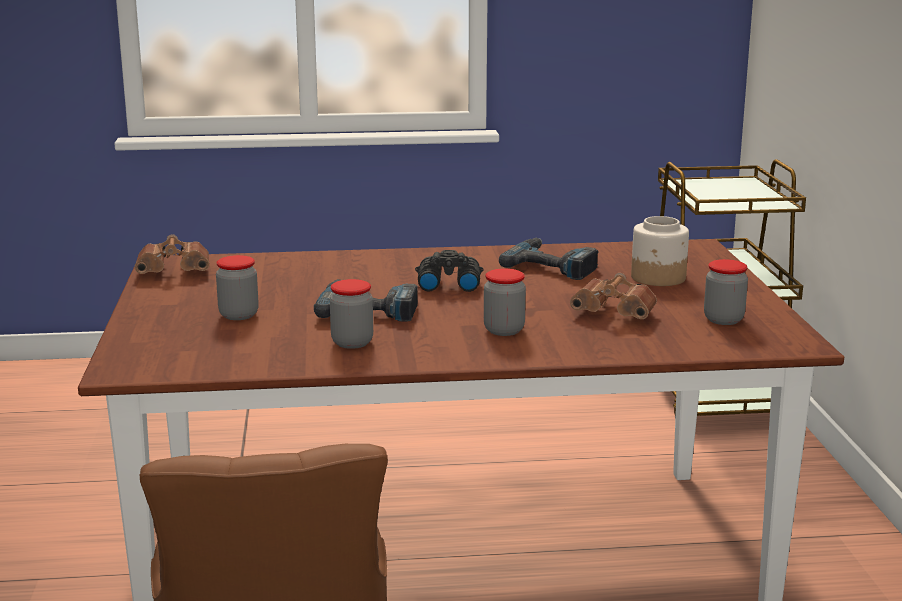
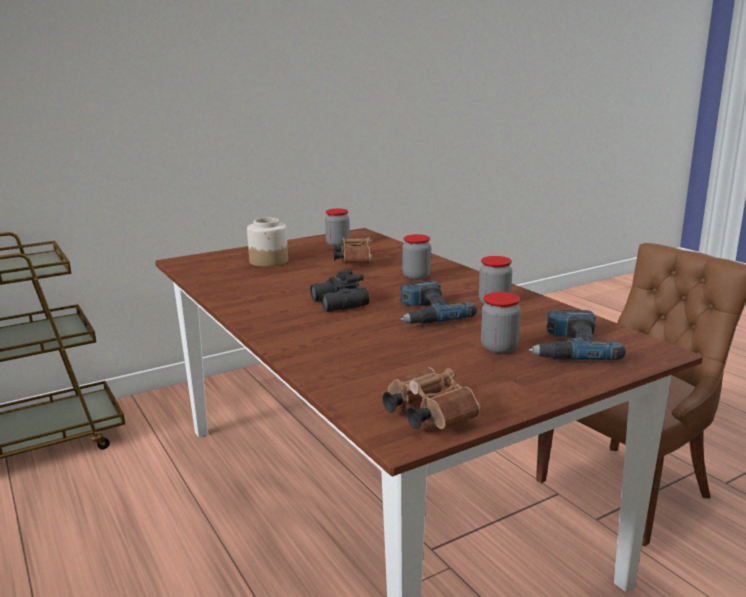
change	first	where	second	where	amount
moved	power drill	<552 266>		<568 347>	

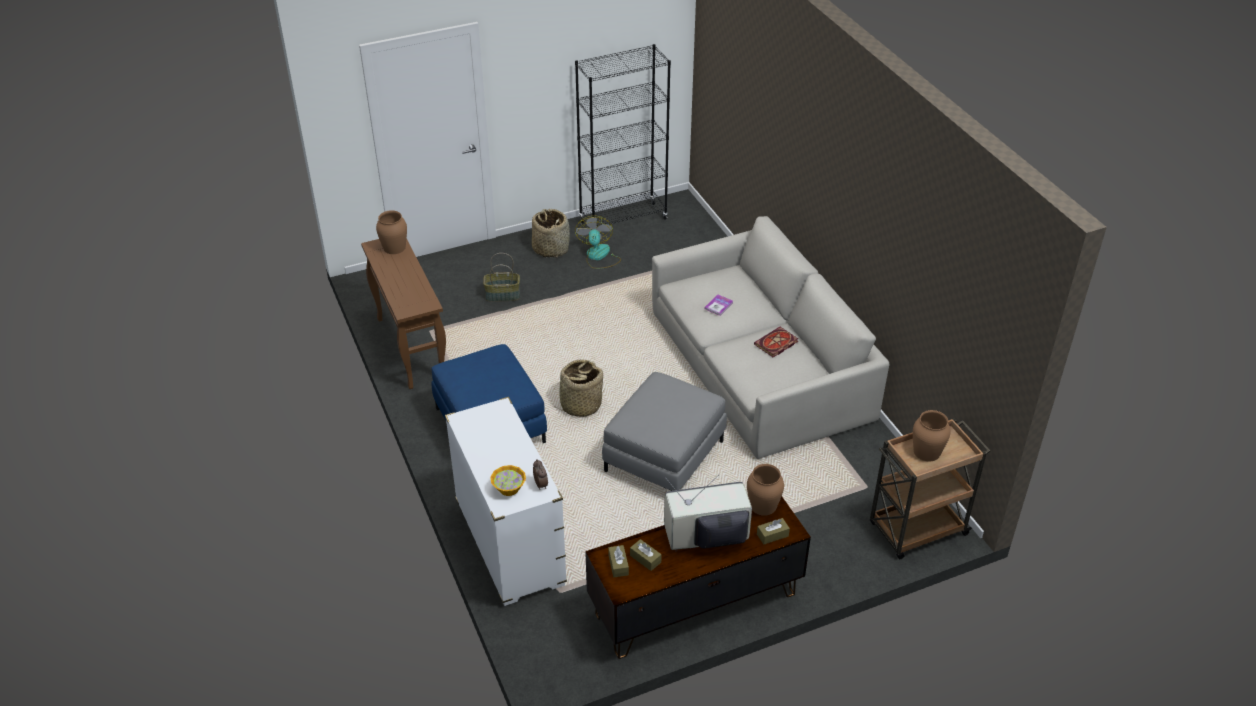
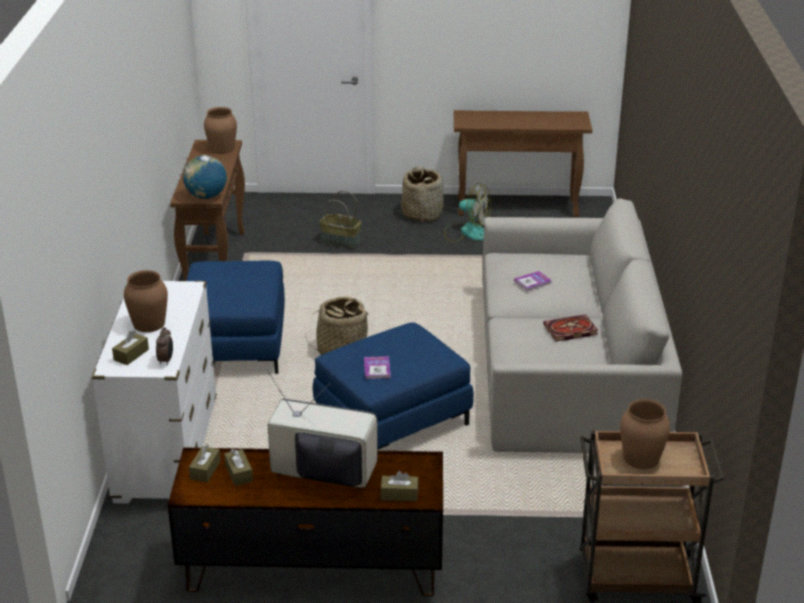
change	first	where	second	where	amount
added			world globe	<206 196>	
added			bound book	<377 368>	
moved	brown flower vase	<763 505>		<149 324>	
replaced	deep dish	<508 488>	brown tissue box	<131 355>	
replaced	black bookshelf	<623 220>	brown hall table	<518 207>	
recoloured	gray footrest	<664 456>	bluish footrest	<392 420>	
turned	electric fan	<598 256>		<466 231>	90 degrees clockwise

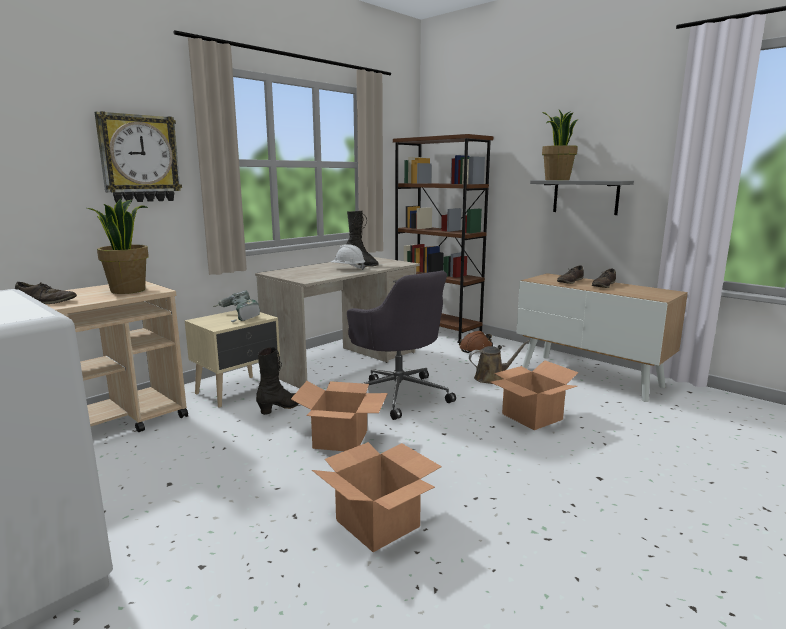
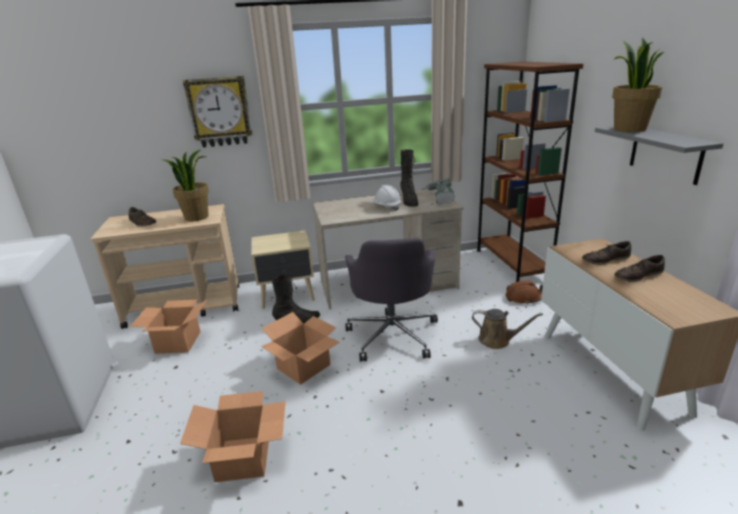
change	first	where	second	where	amount
moved	power drill	<238 316>		<438 199>	
moved	carton	<533 417>		<178 342>	

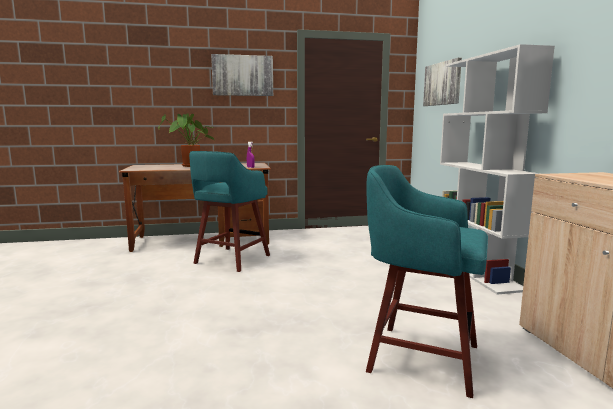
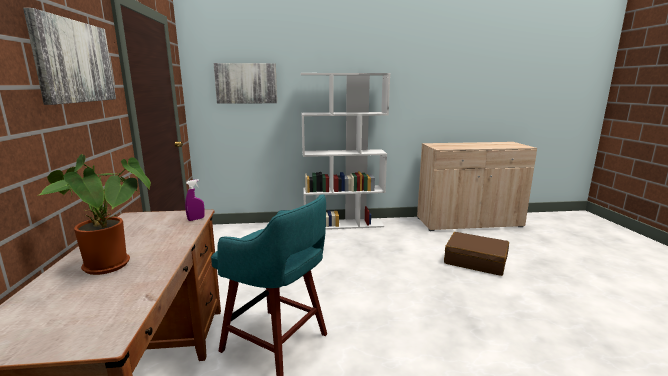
change	first	where	second	where	amount
replaced	turquoise stool	<419 357>	brown suitcase	<475 261>	

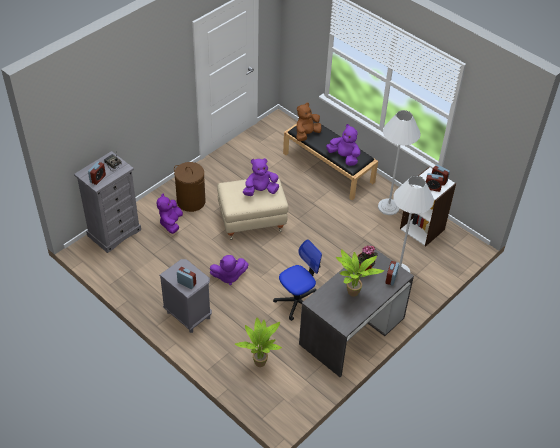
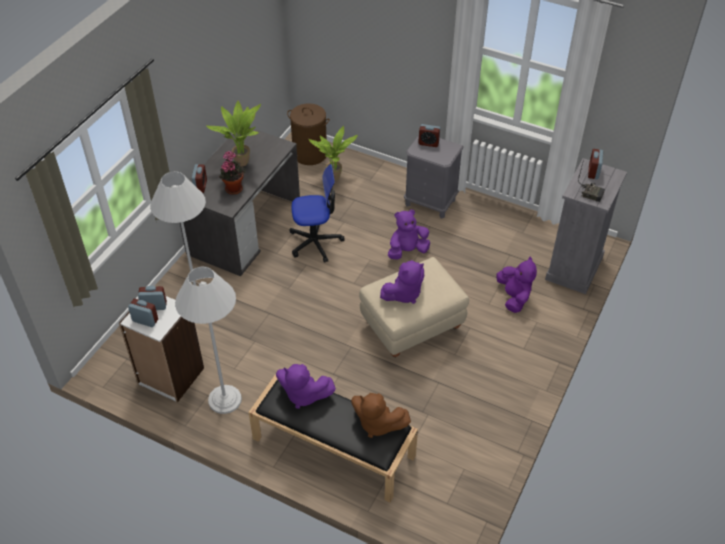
change	first	where	second	where	amount
moved	brown washing basket	<191 201>		<310 154>	
turned	office chair	<297 302>		<315 242>	135 degrees counterclockwise
turned	brown cuddly toy	<306 134>		<377 424>	90 degrees clockwise

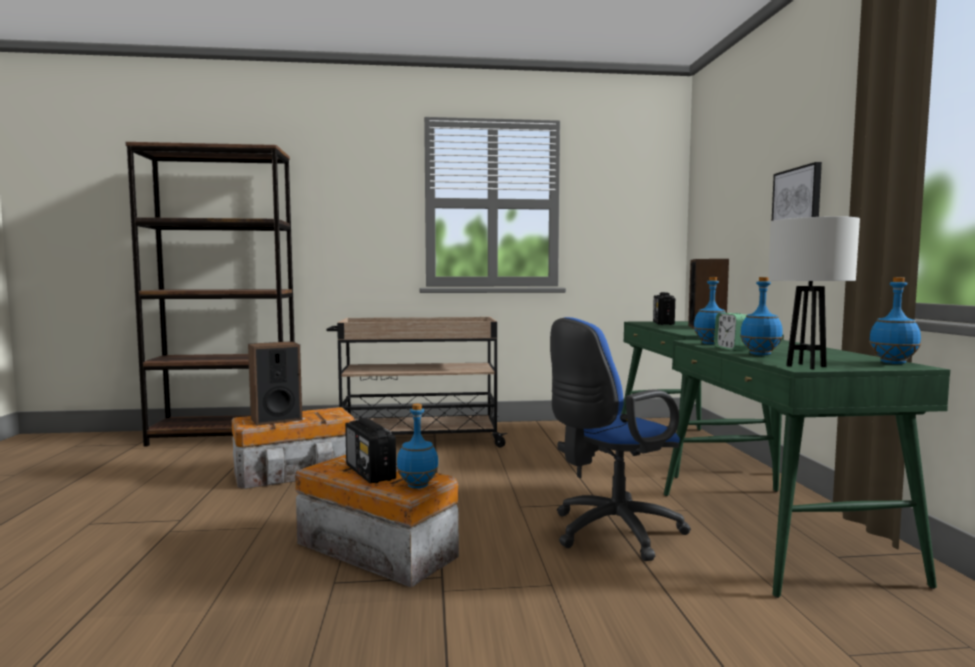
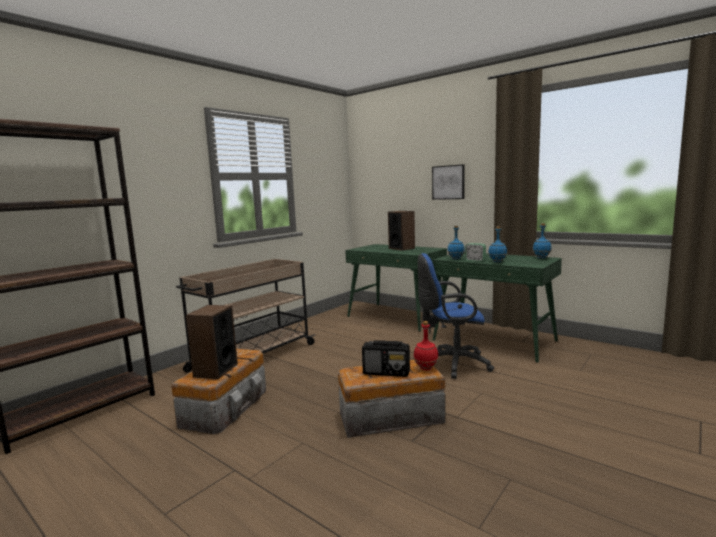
change	first	where	second	where	amount
removed	radio	<663 323>			
removed	white table lamp	<806 366>			
recoloured	bluish beverage bottle	<418 486>	reddish beverage bottle	<426 368>	
turned	bluish office chair	<610 533>		<451 364>	75 degrees clockwise

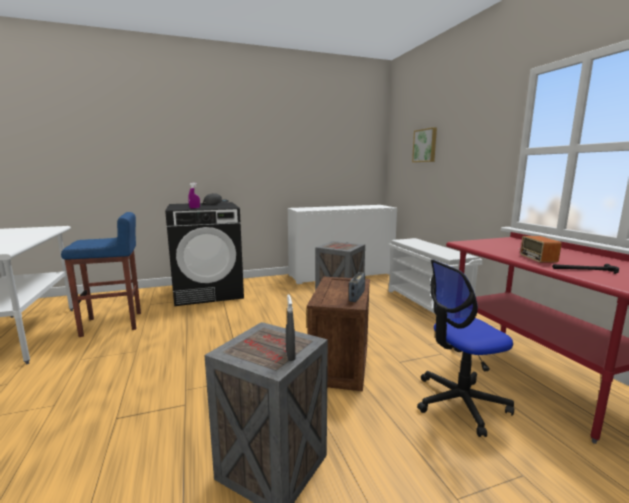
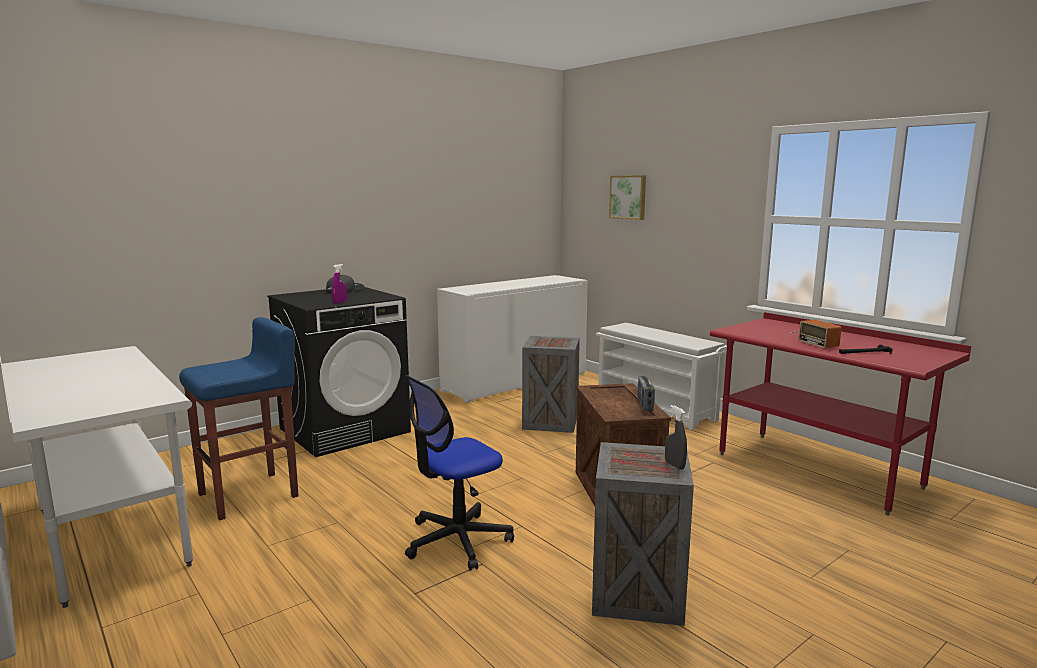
change	first	where	second	where	amount
moved	office chair	<459 403>		<457 540>	

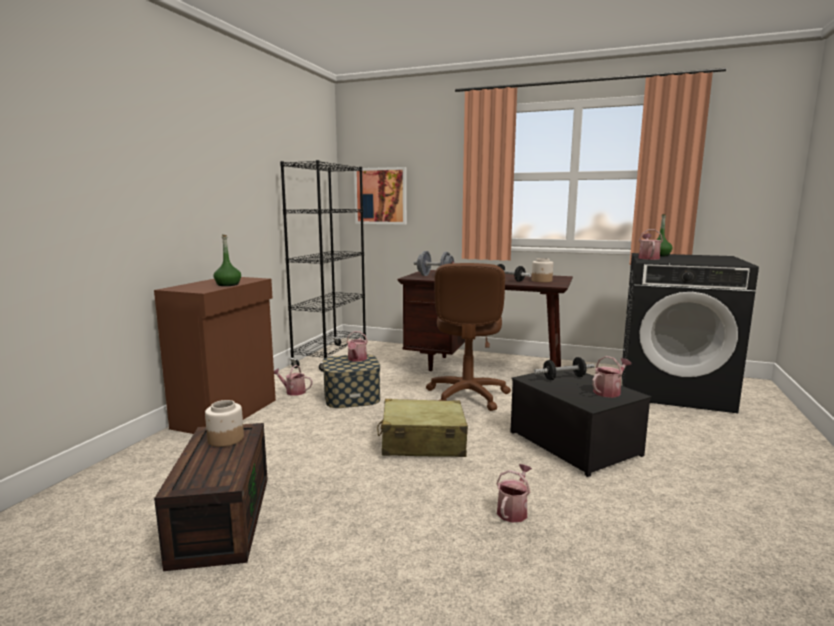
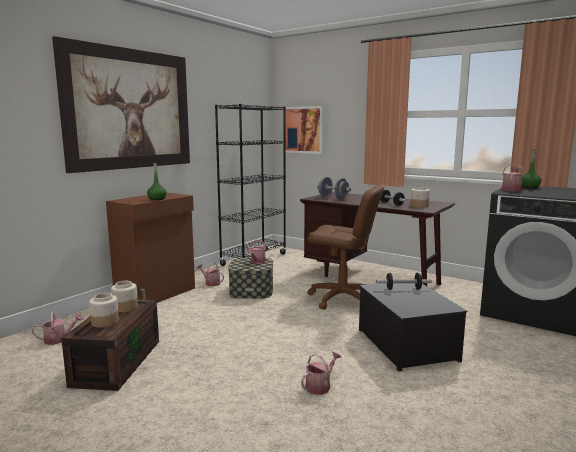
change	first	where	second	where	amount
removed	sand-coloured suitcase	<422 442>			
added			wall picture	<130 109>	
added			preserve jar	<105 322>	
moved	watering pot	<609 391>		<59 339>	
turned	brown office chair	<467 396>		<342 299>	90 degrees counterclockwise

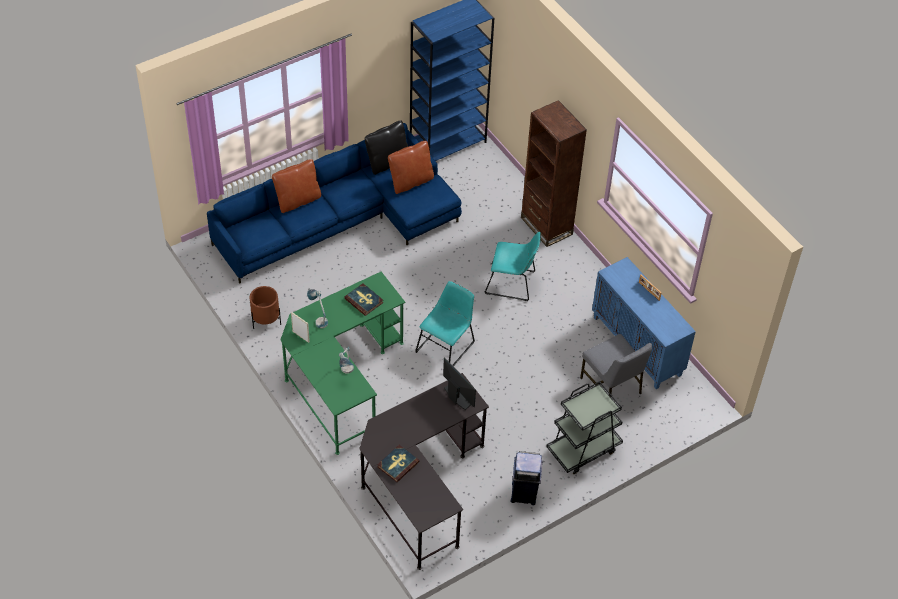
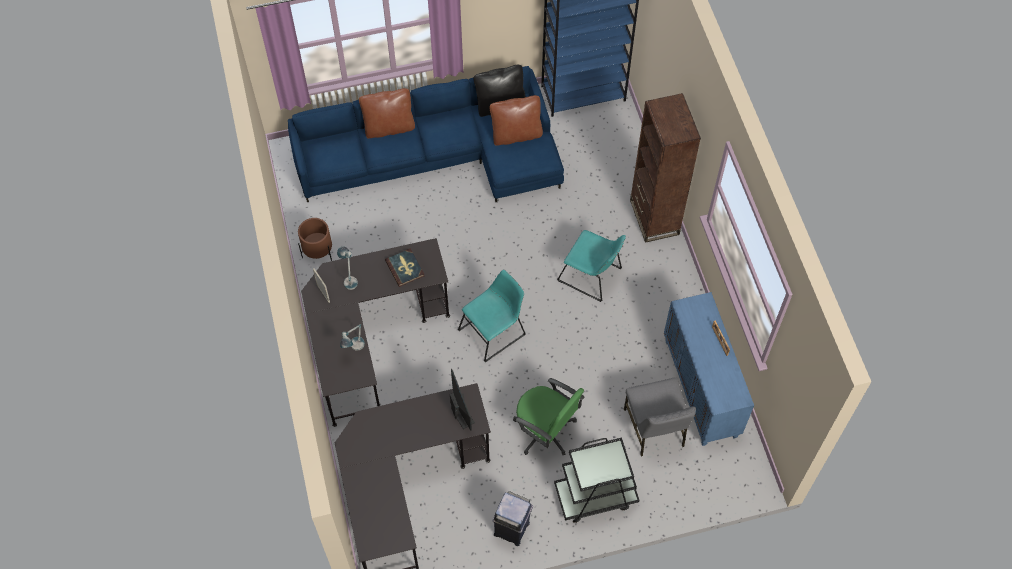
change	first	where	second	where	amount
removed	bound book	<398 464>			
added			green-coloured office chair	<545 431>	
recoloured	green-coloured desk	<340 378>	black desk	<369 339>	

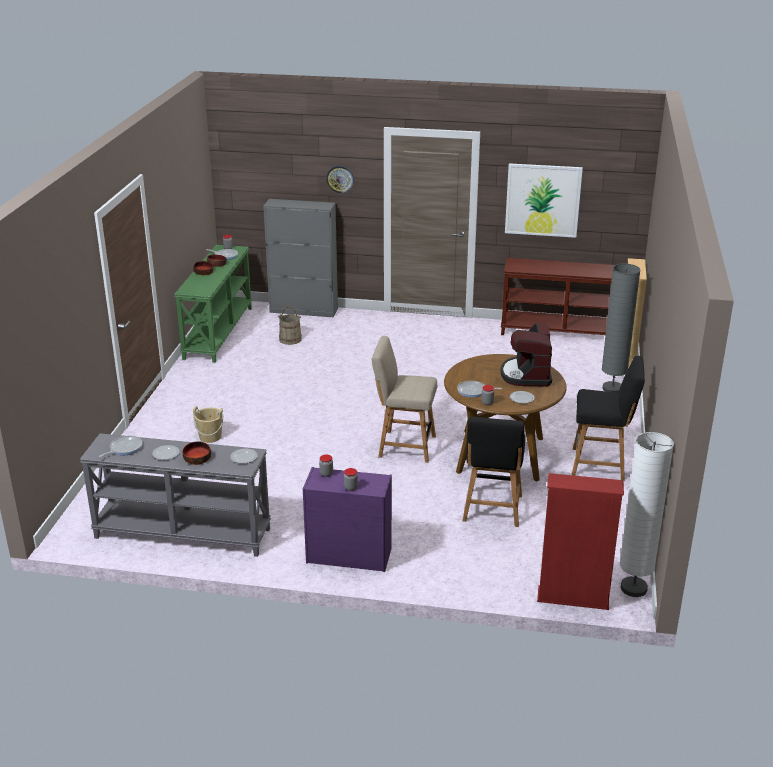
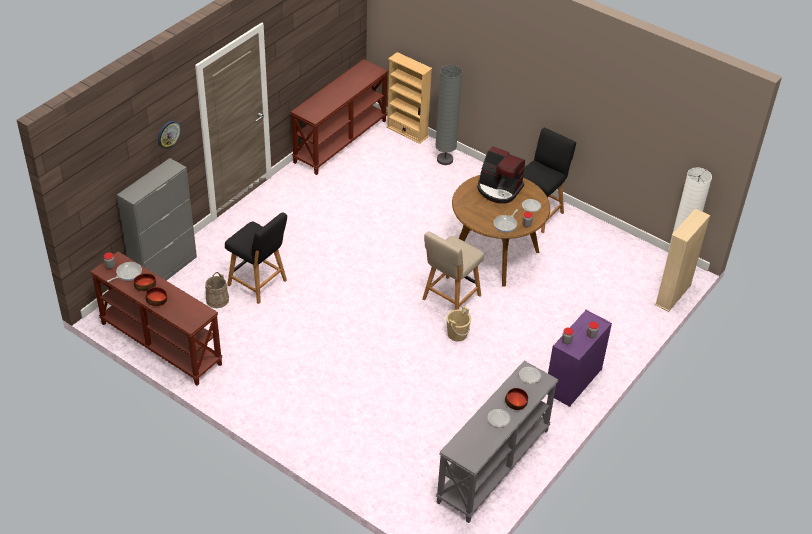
change	first	where	second	where	amount
removed	pan	<124 448>			
removed	wall picture	<543 200>			
moved	sand-coloured pail	<210 437>		<457 334>	
moved	black upright chair	<492 510>		<259 284>	
recoloured	green-coloured hall table	<217 332>	brown hall table	<160 344>	
recoloured	reddish bookshelf	<573 598>	sand-coloured bookshelf	<673 295>	

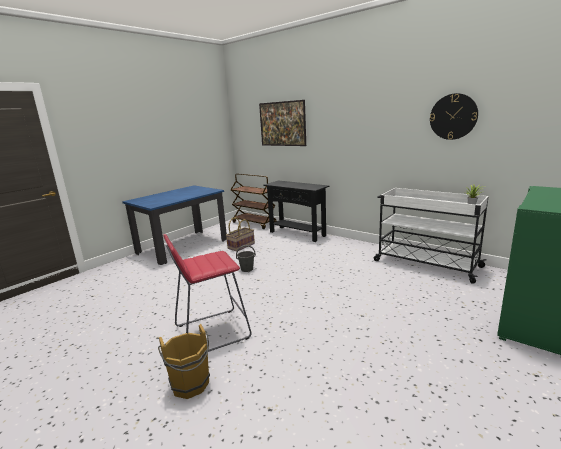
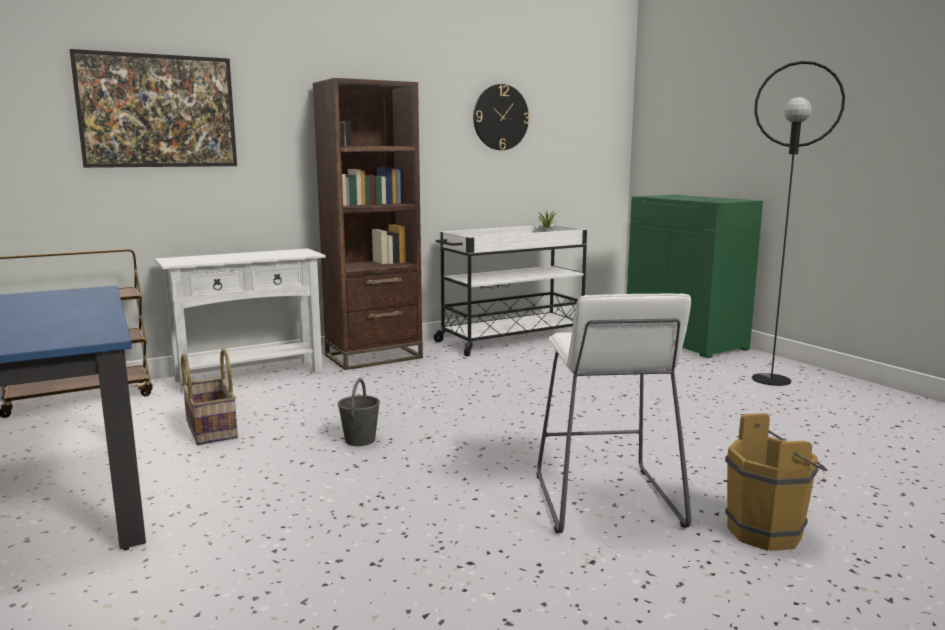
change	first	where	second	where	amount
added			brown bookshelf	<374 357>	
added			black standard lamp	<771 380>	
recoloured	reddish stool	<212 332>	white stool	<605 500>	
recoloured	black hall table	<297 234>	white hall table	<250 375>	

